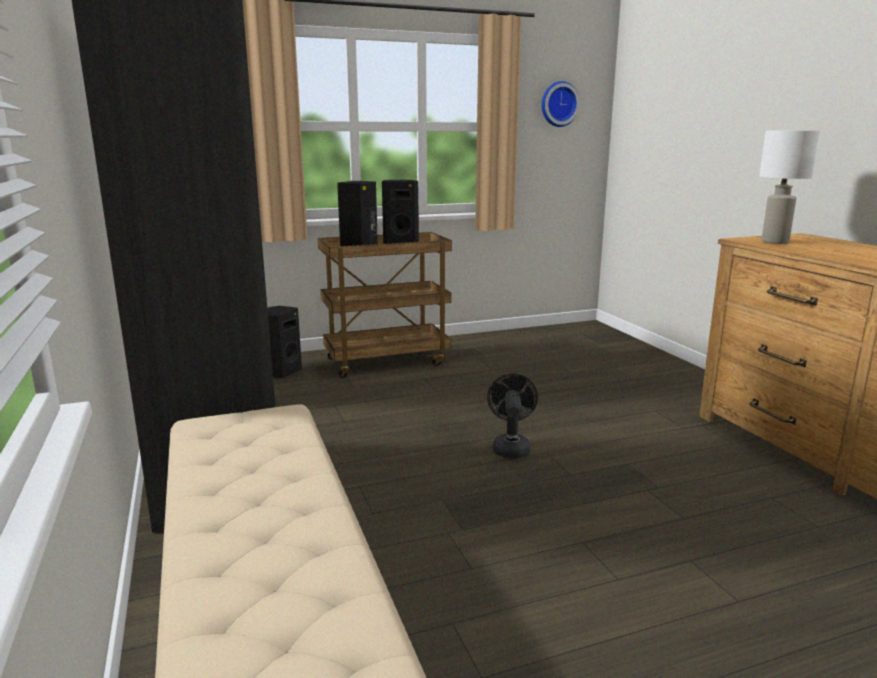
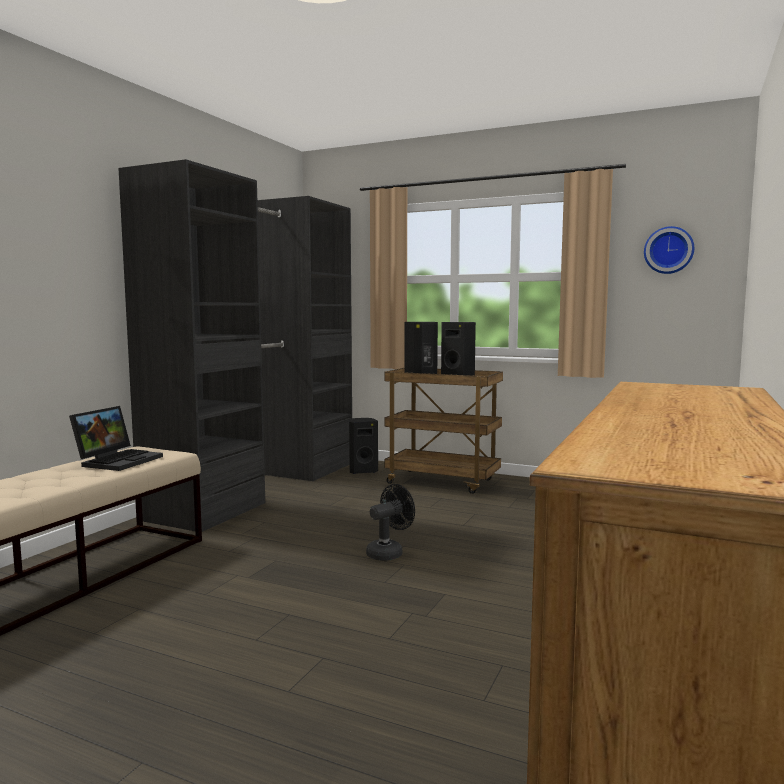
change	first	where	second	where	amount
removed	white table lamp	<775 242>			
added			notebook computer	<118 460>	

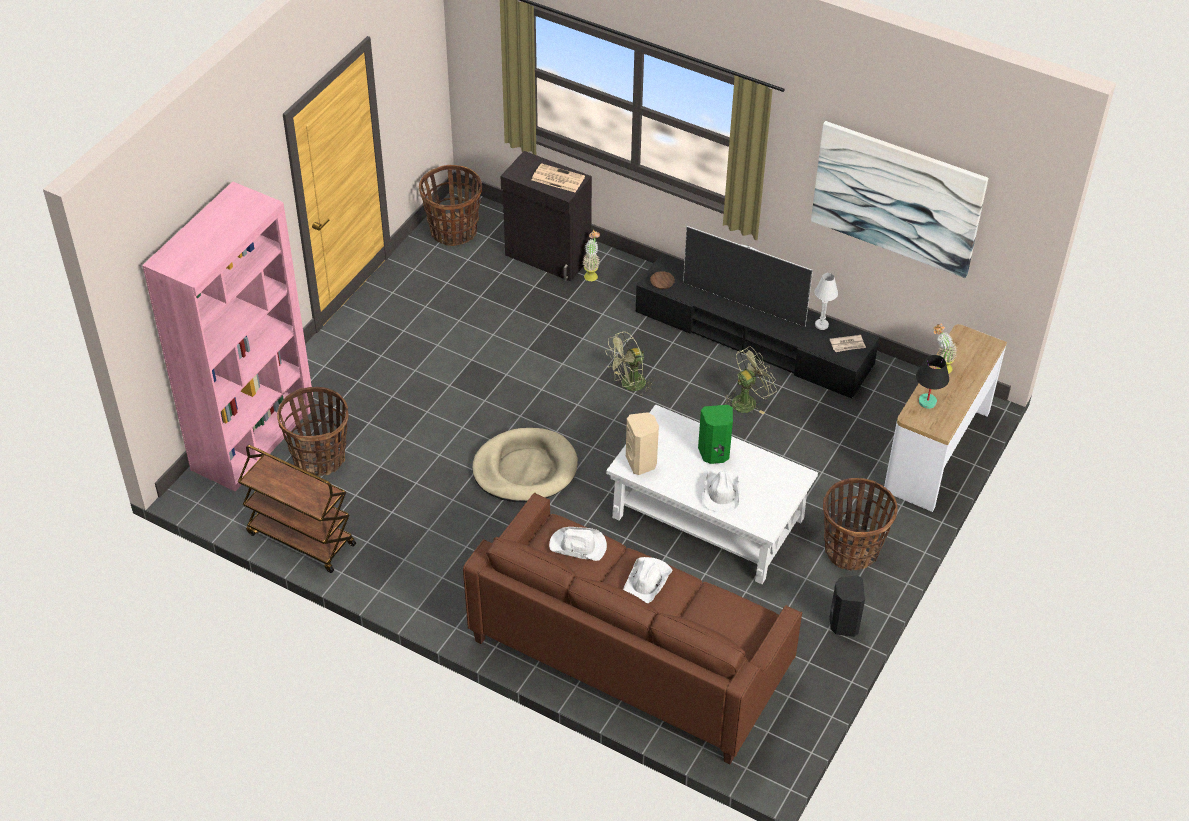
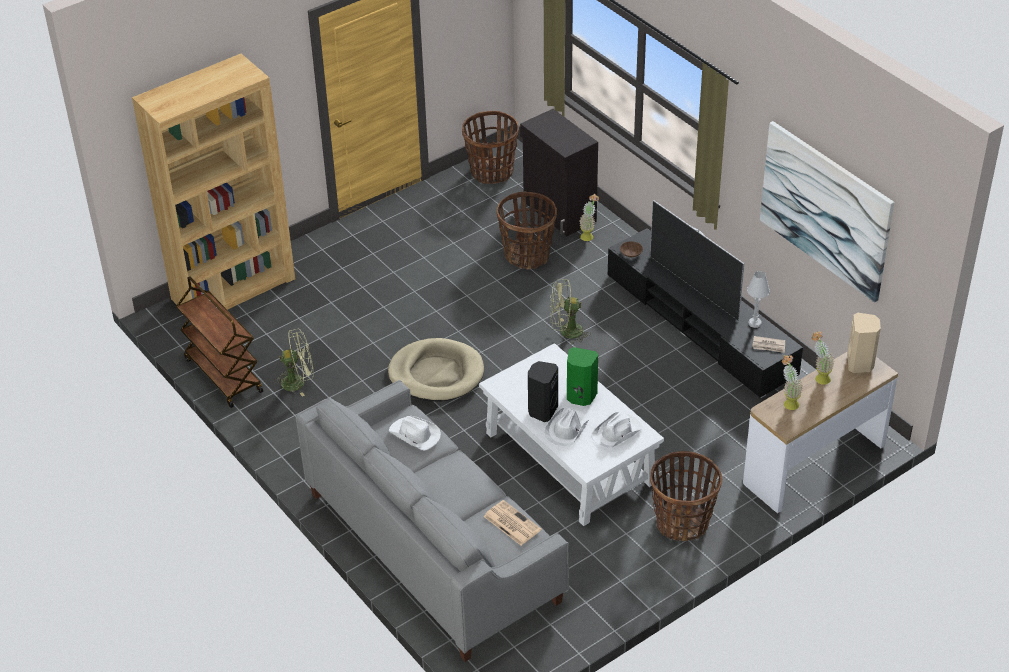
change	first	where	second	where	amount
moved	storage basket	<319 457>		<527 255>	
moved	newspaper	<557 178>		<511 523>	
moved	white hat	<647 581>		<617 432>	
moved	sand-coloured audio speaker	<642 462>		<860 364>	
moved	green-coloured electric fan	<748 401>		<298 382>	
moved	black audio speaker	<843 624>		<542 411>	
replaced	black table lamp	<927 401>	houseplant	<788 402>	
recoloured	pinkish bookshelf	<254 438>	brown bookshelf	<234 288>	
recoloured	brown couch	<629 655>	gray couch	<433 546>	

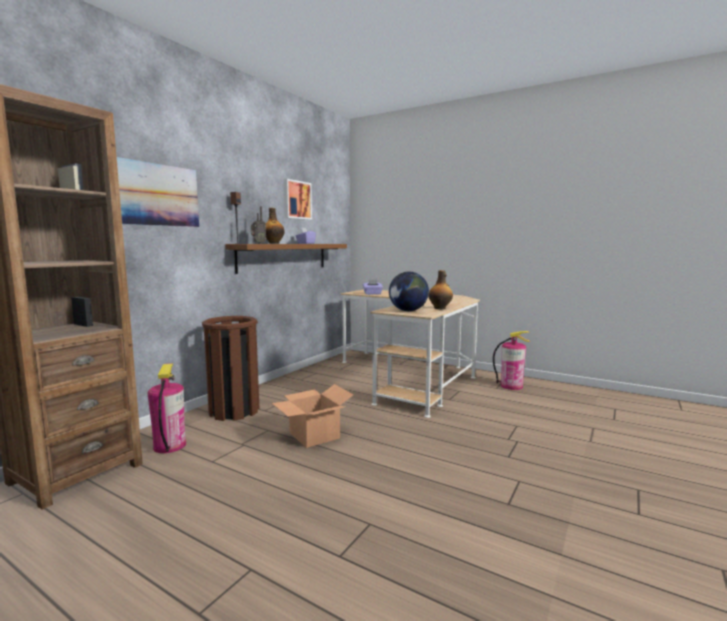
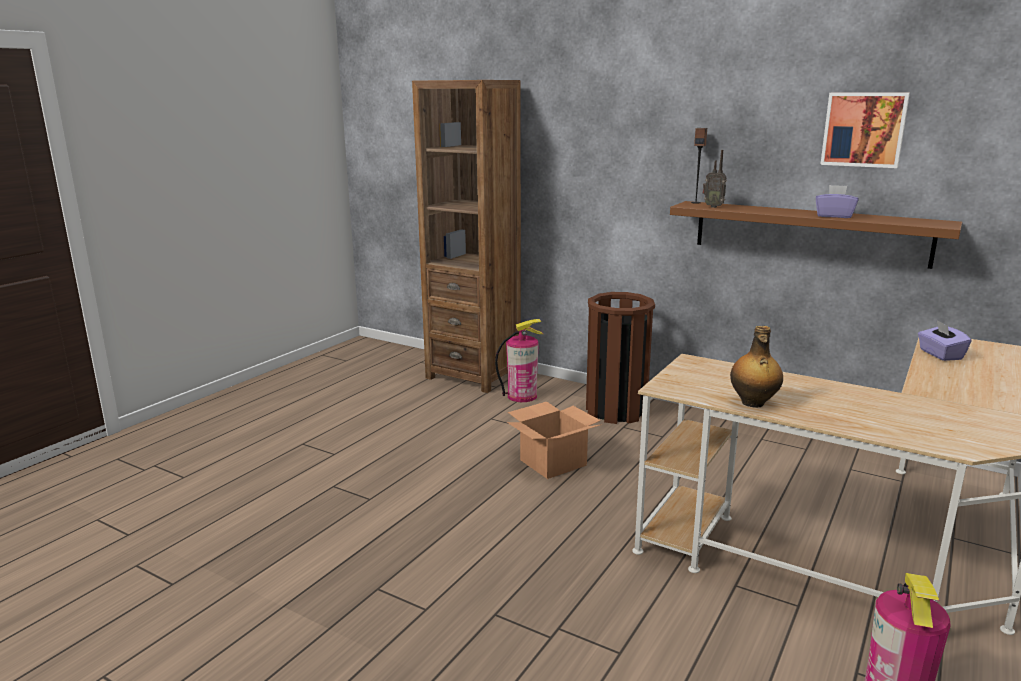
change	first	where	second	where	amount
removed	wall picture	<157 195>			
removed	beverage bottle	<274 243>			
removed	world globe	<408 311>			

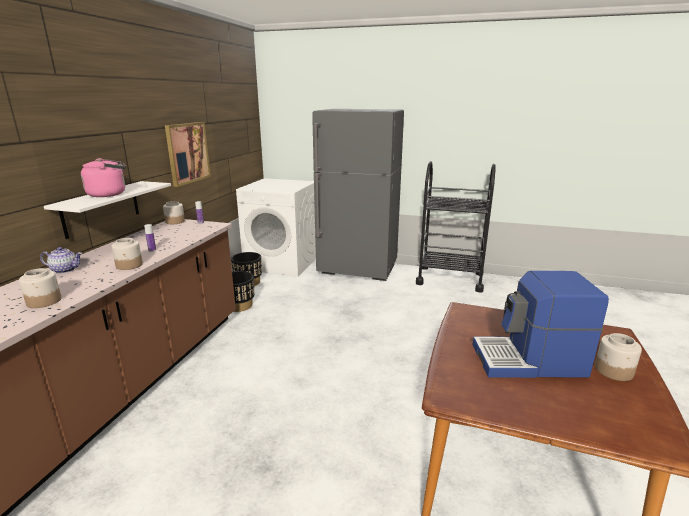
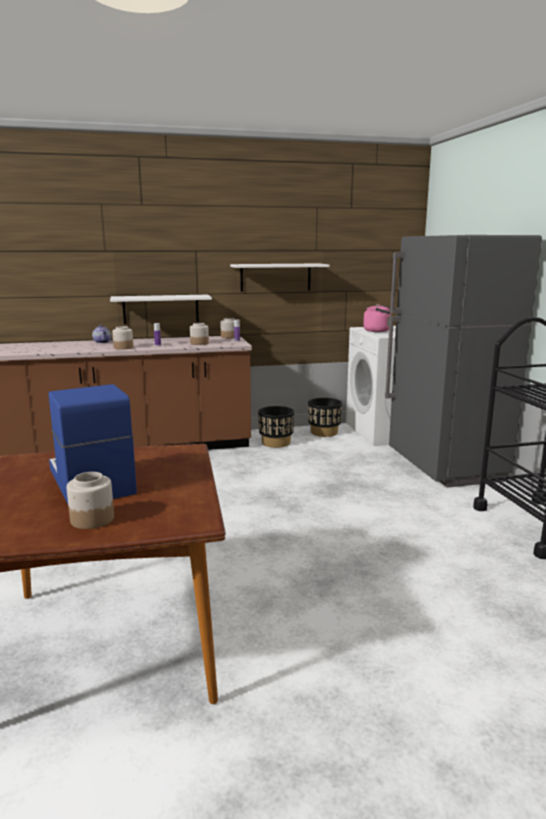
change	first	where	second	where	amount
moved	preserve jar	<44 301>		<199 343>	
moved	pinkish kettle	<109 194>		<379 331>	
replaced	wall picture	<187 153>	white bracket shelf	<275 277>	

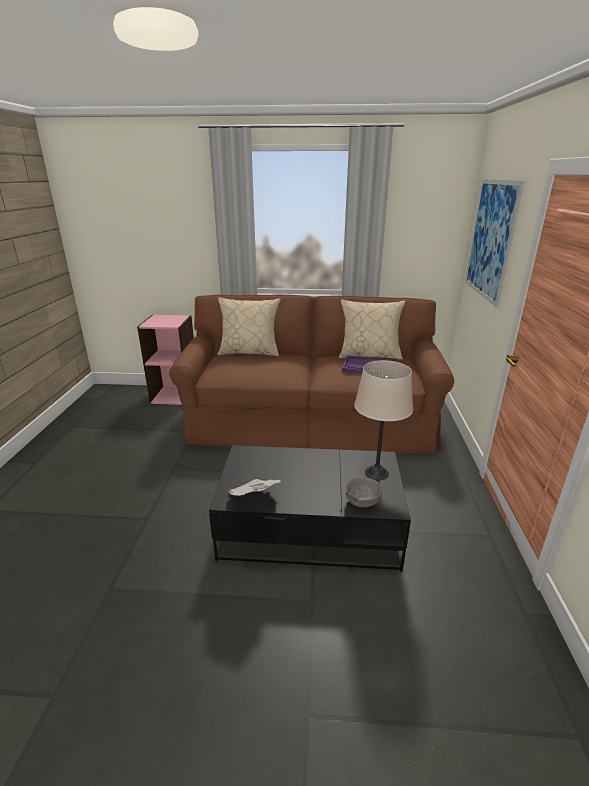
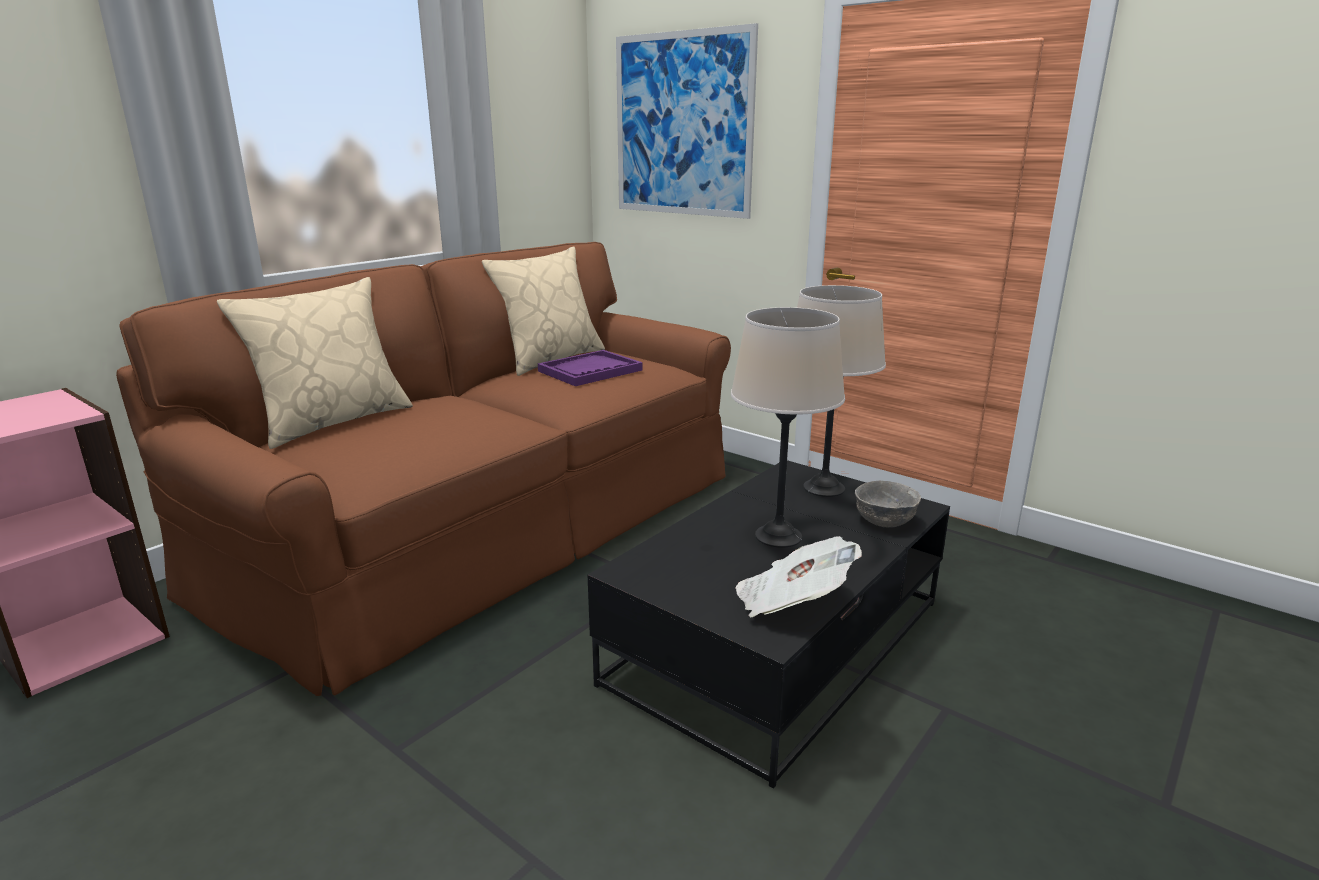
change	first	where	second	where	amount
added			sand-coloured table lamp	<778 536>	

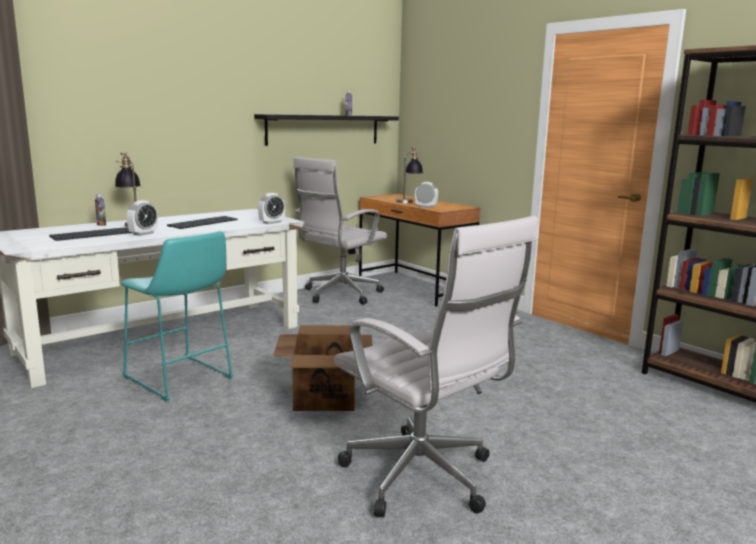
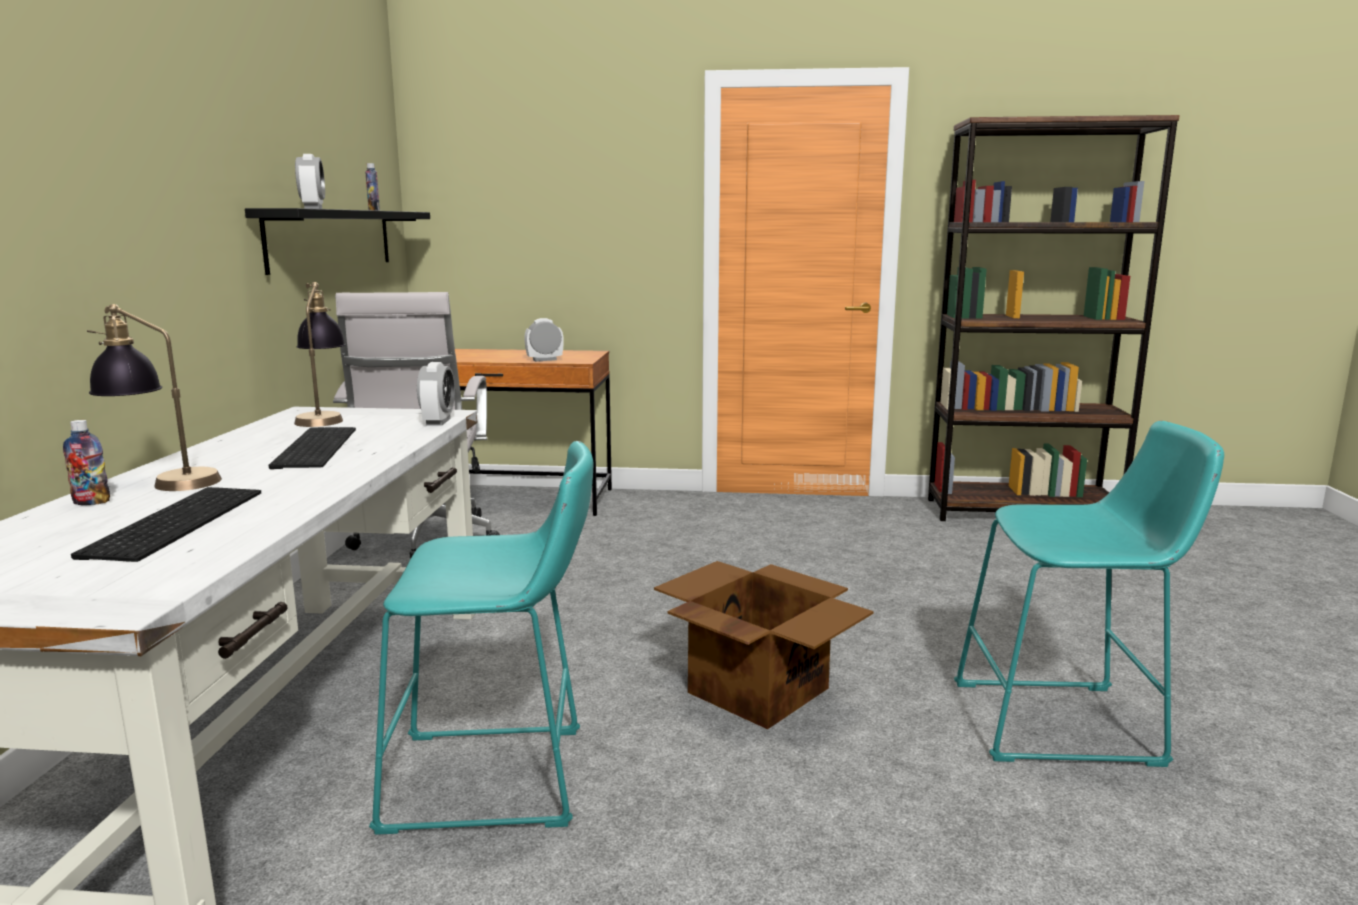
change	first	where	second	where	amount
moved	table clock	<143 234>		<313 208>	
moved	table lamp	<408 201>		<323 417>	
replaced	white office chair	<424 479>	turquoise stool	<1067 724>	

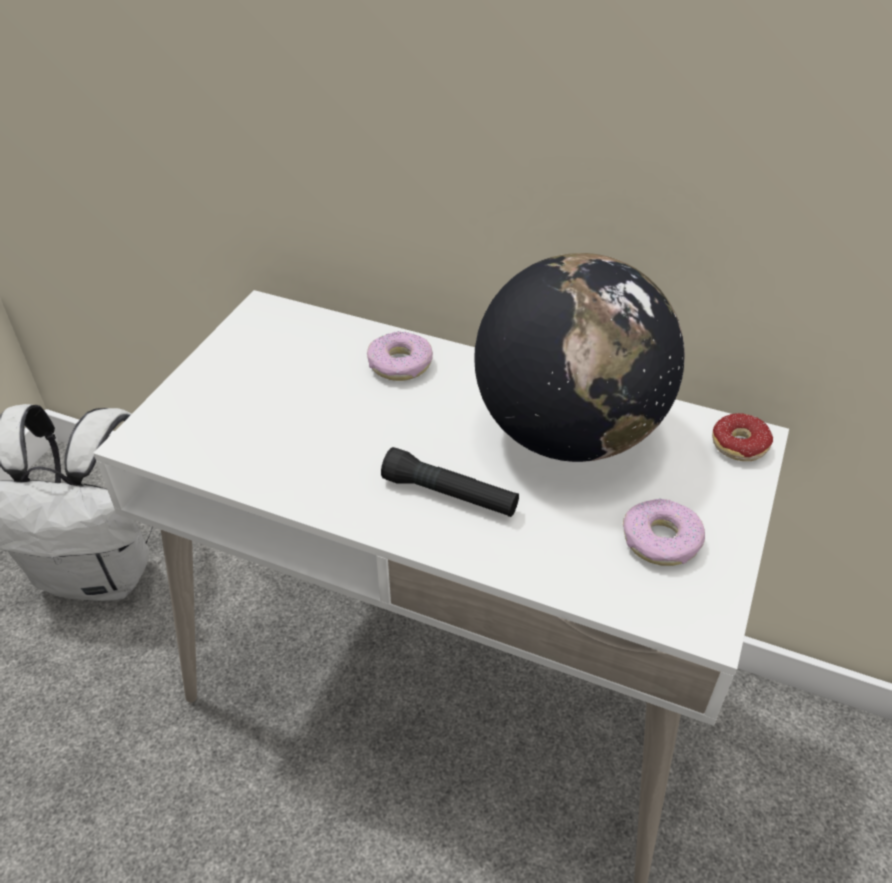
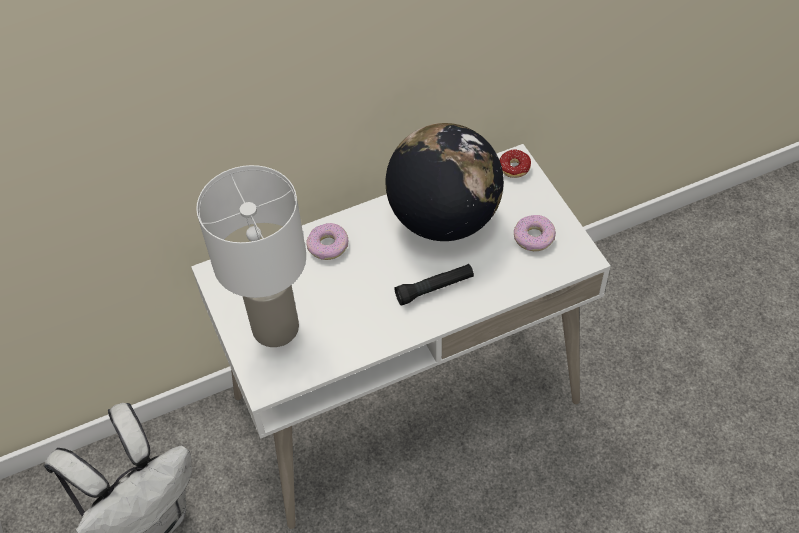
change	first	where	second	where	amount
added			white table lamp	<274 328>	

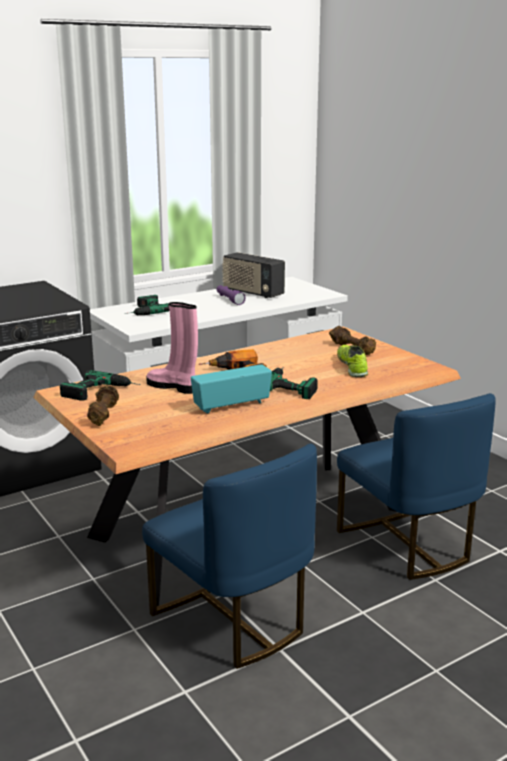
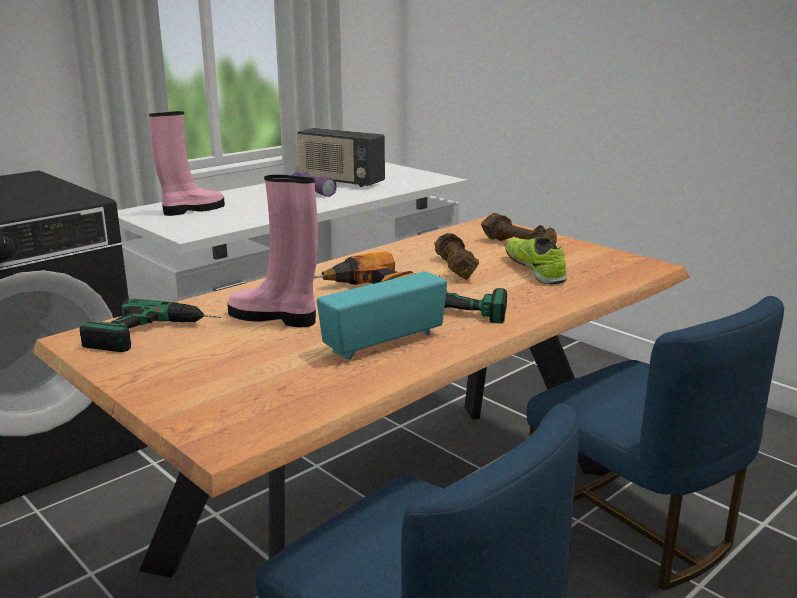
change	first	where	second	where	amount
moved	brown free weight	<103 415>		<455 268>	
replaced	power drill	<142 311>	pinkish tall boot	<192 210>	

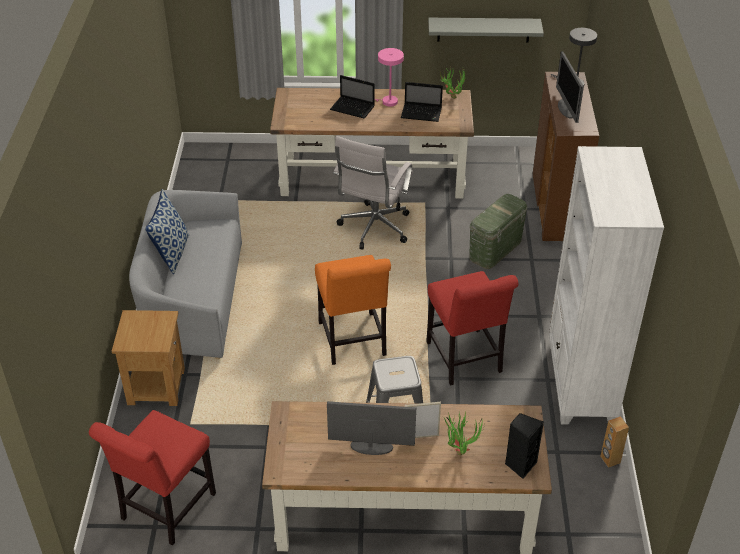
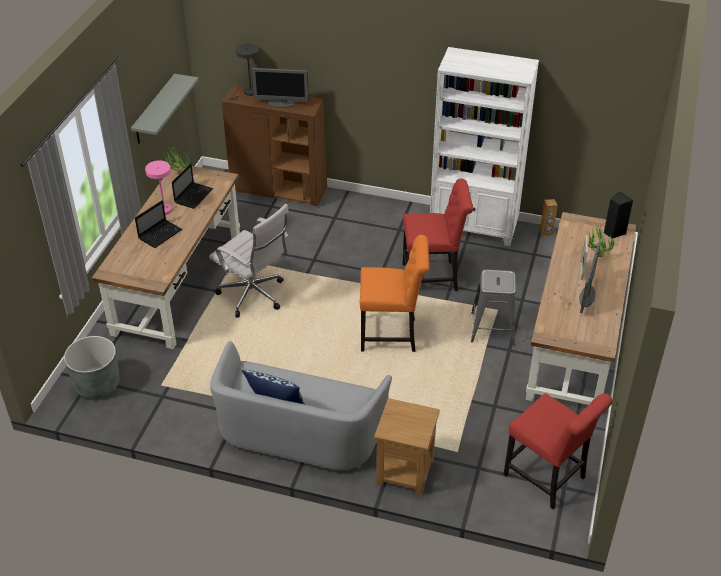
change	first	where	second	where	amount
removed	green-coloured storage bin	<495 249>			
added			gray planter	<97 384>	

